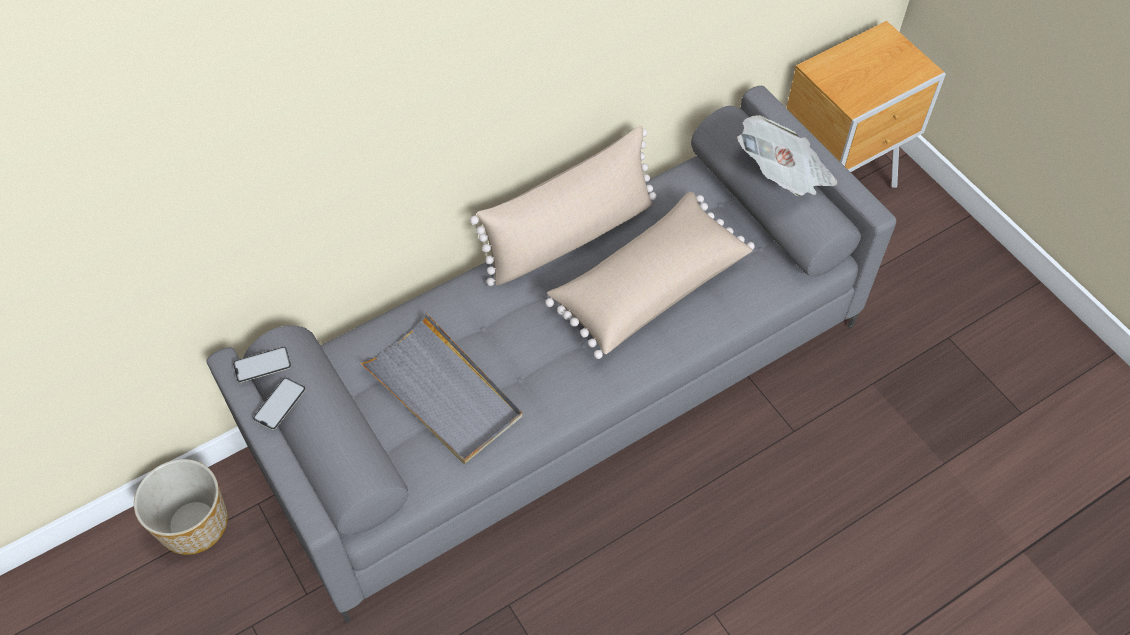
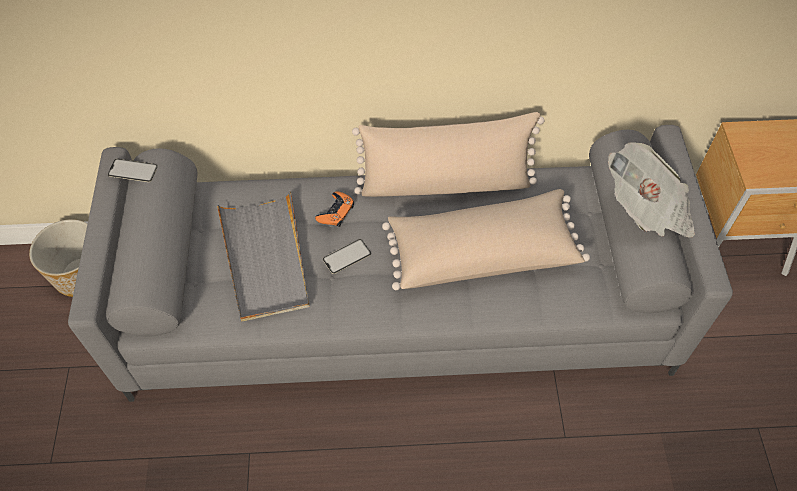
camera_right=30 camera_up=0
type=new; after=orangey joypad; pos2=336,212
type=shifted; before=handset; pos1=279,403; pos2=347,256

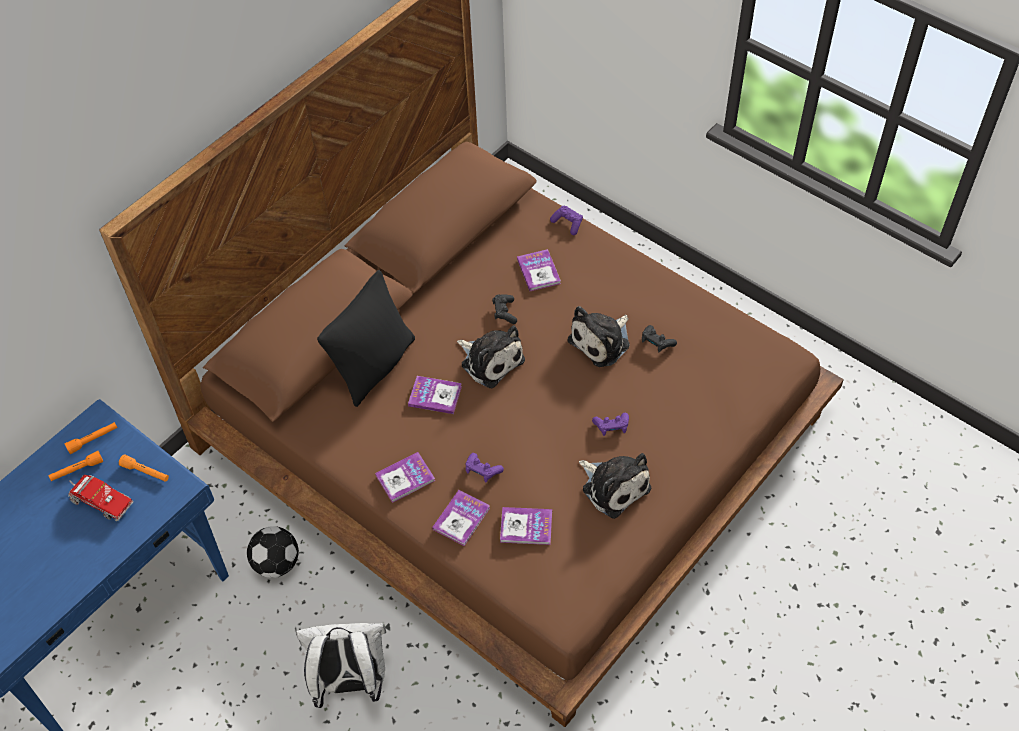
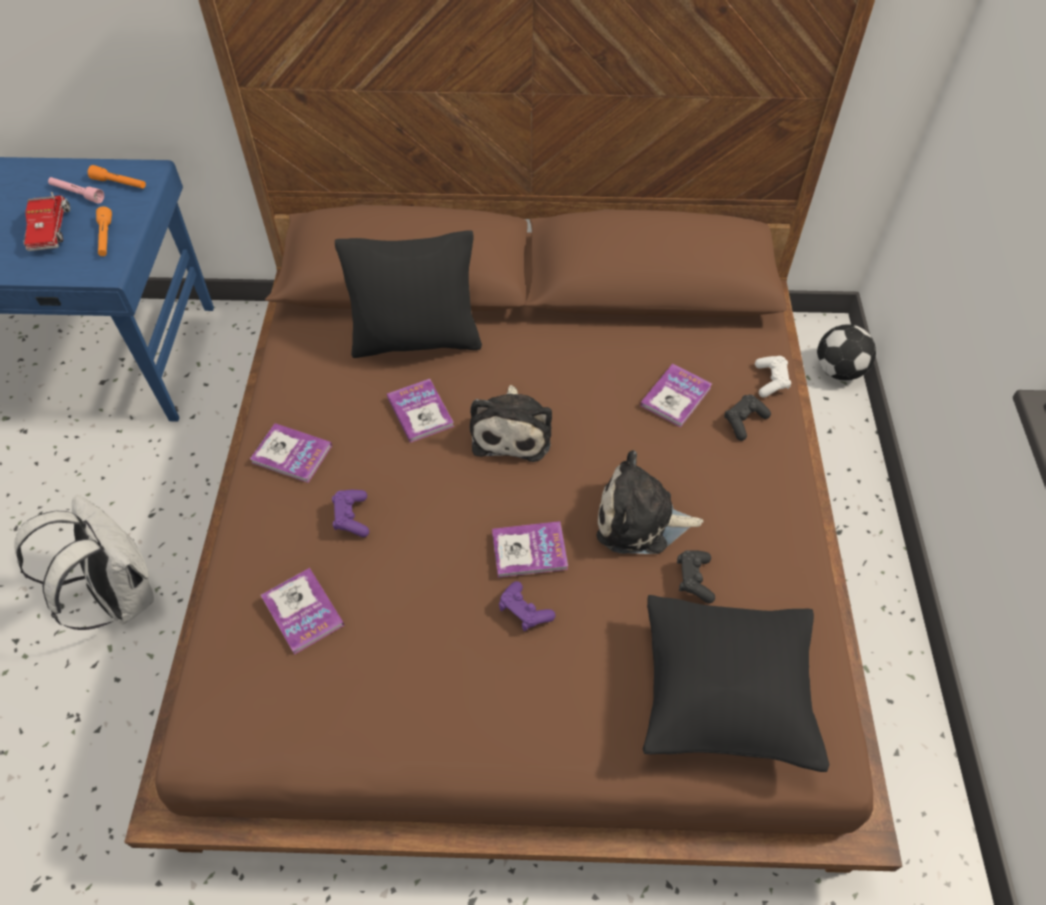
camera_right=50 camera_up=0
type=gone; before=cuddly toy; pos1=614,486
type=new; after=black-coloured pillow; pos2=723,696
type=shifted; before=ball for football; pos1=277,563; pos2=839,370
type=shifted; before=book; pos1=461,518; pos2=529,550
type=shifted; before=black-coloured joypad; pos1=504,312; pos2=744,421
type=repainted; before=orangey flashlight; after=pinkish flashlight; pos1=77,470; pos2=77,194
type=repainted; before=purplish joypad; after=whitish joypad; pos1=568,223; pos2=771,381

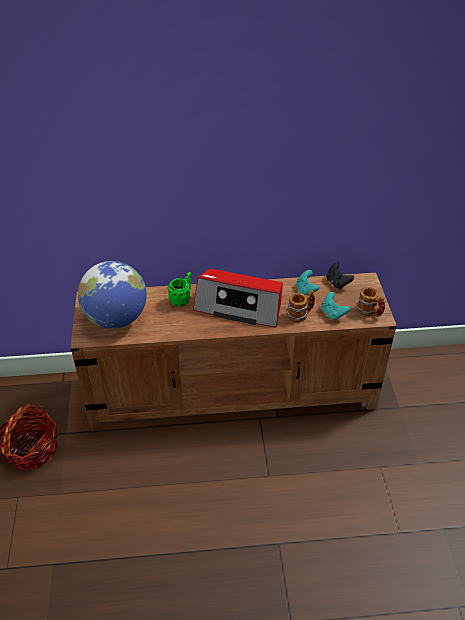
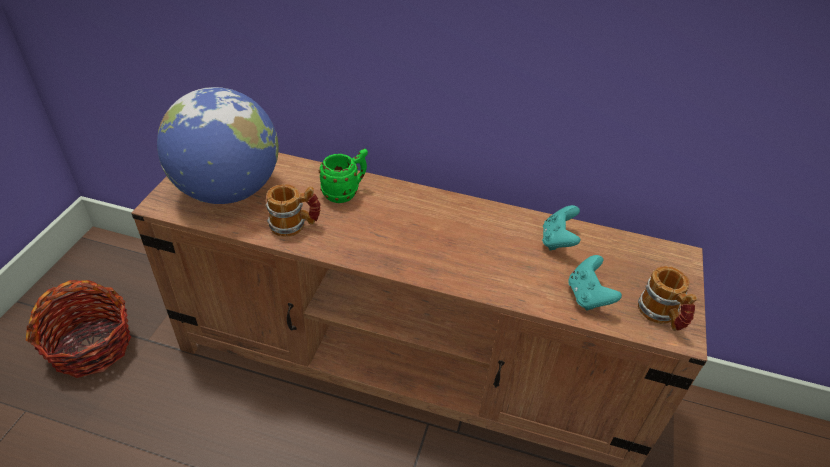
camera_right=20 camera_up=0
type=gone; before=radio receiver; pos1=239,306
type=gone; before=black-coloured joypad; pos1=337,283
type=shifted; before=mug; pos1=300,314; pos2=295,225

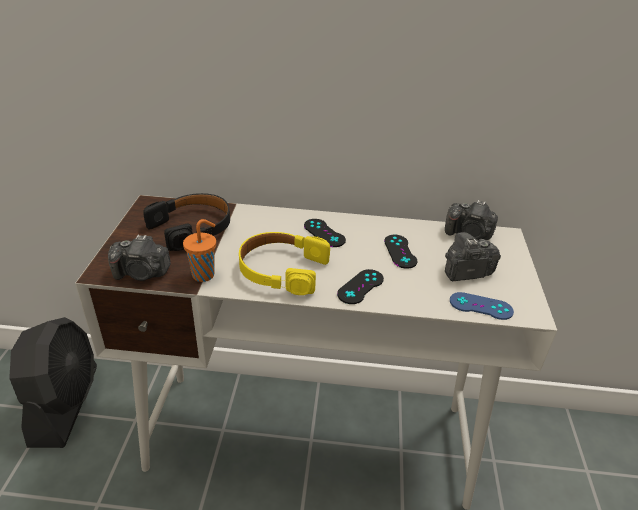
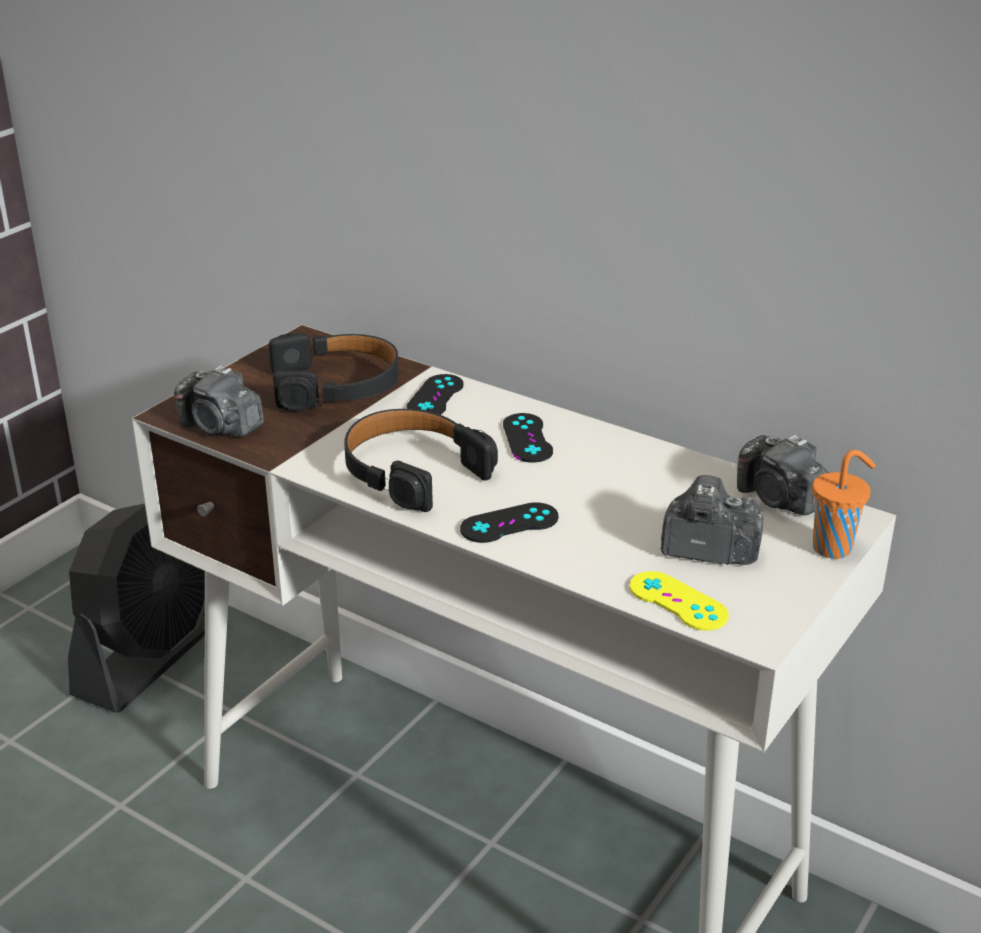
camera_right=30 camera_up=-5
type=shifted; before=orangey cup; pos1=204,274; pos2=834,548
type=shifted; before=black-coloured joypad; pos1=400,251; pos2=435,396
type=repainted; before=yellowish headphones; after=black-coloured headphones; pos1=281,270; pos2=413,471
type=repainted; before=bluish joypad; after=yellowish joypad; pos1=481,306; pos2=678,601

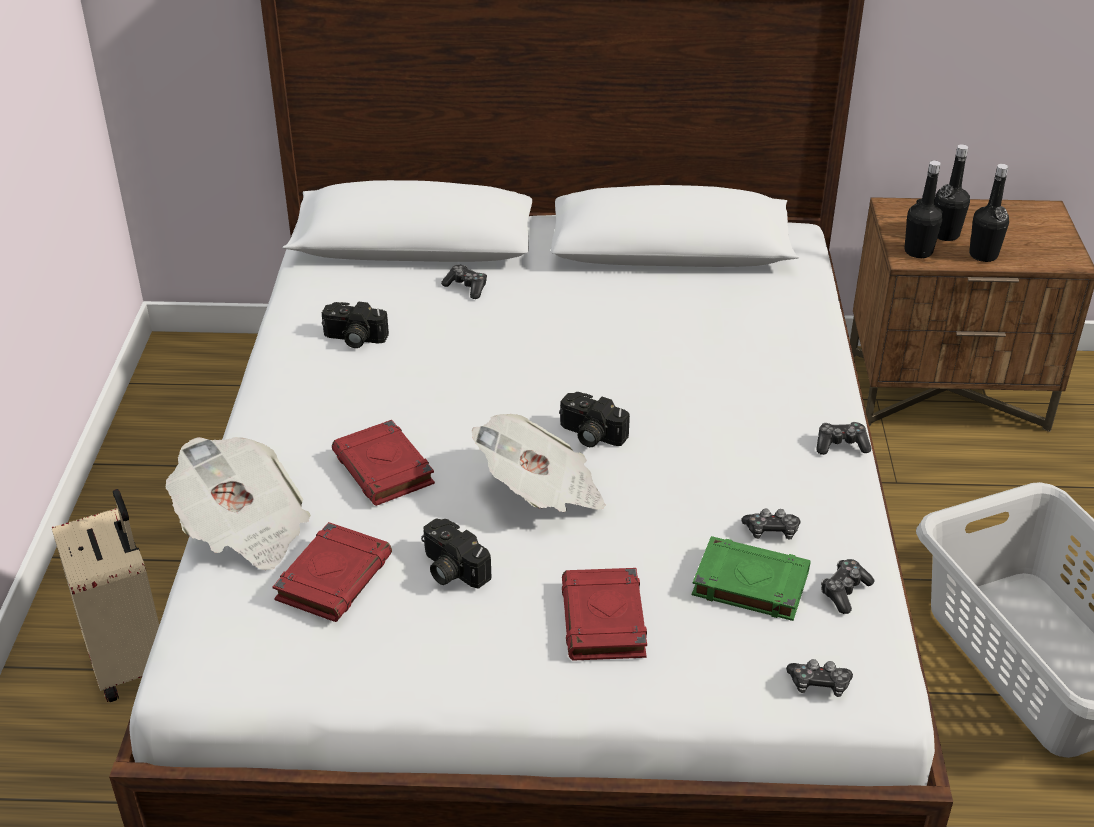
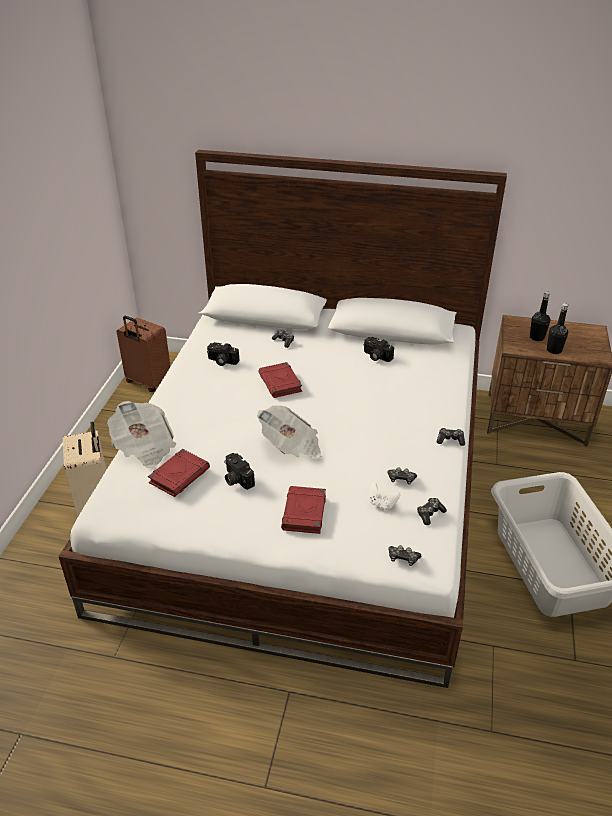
camera_right=10 camera_up=0
type=gone; before=black-coloured beverage bottle; pos1=918,251
type=new; after=brownish travel case; pos2=147,382
type=shifted; before=reddish book; pos1=384,469; pos2=280,383
type=shifted; before=still camera; pos1=590,435; pos2=376,356
type=swapped; before=green book; after=whitish joypad; pos1=749,584; pos2=382,504

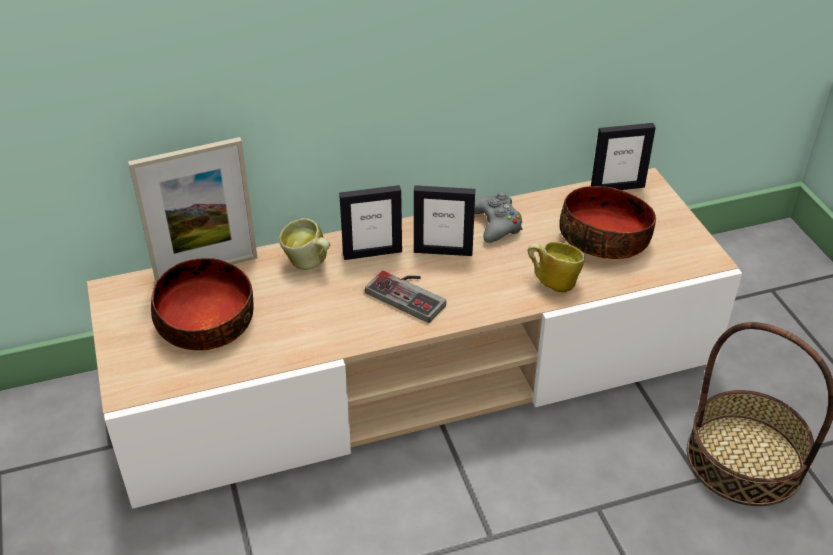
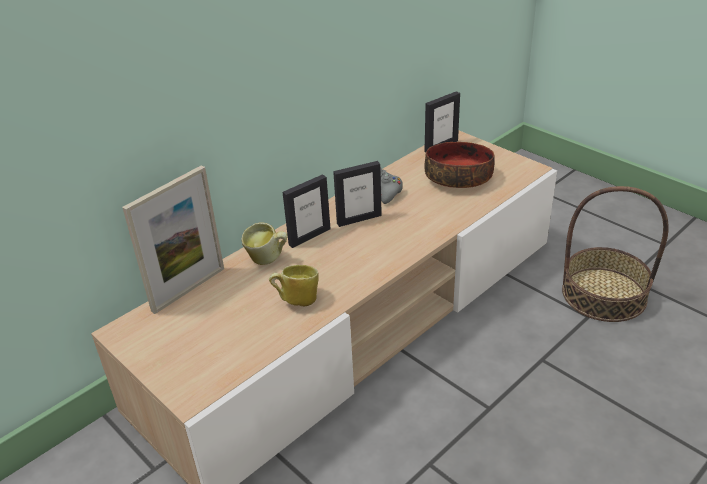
camera_right=-25 camera_up=-5
type=gone; before=bowl; pos1=205,322
type=gone; before=joypad; pos1=410,293
type=shifted; before=mug; pos1=552,282; pos2=296,300

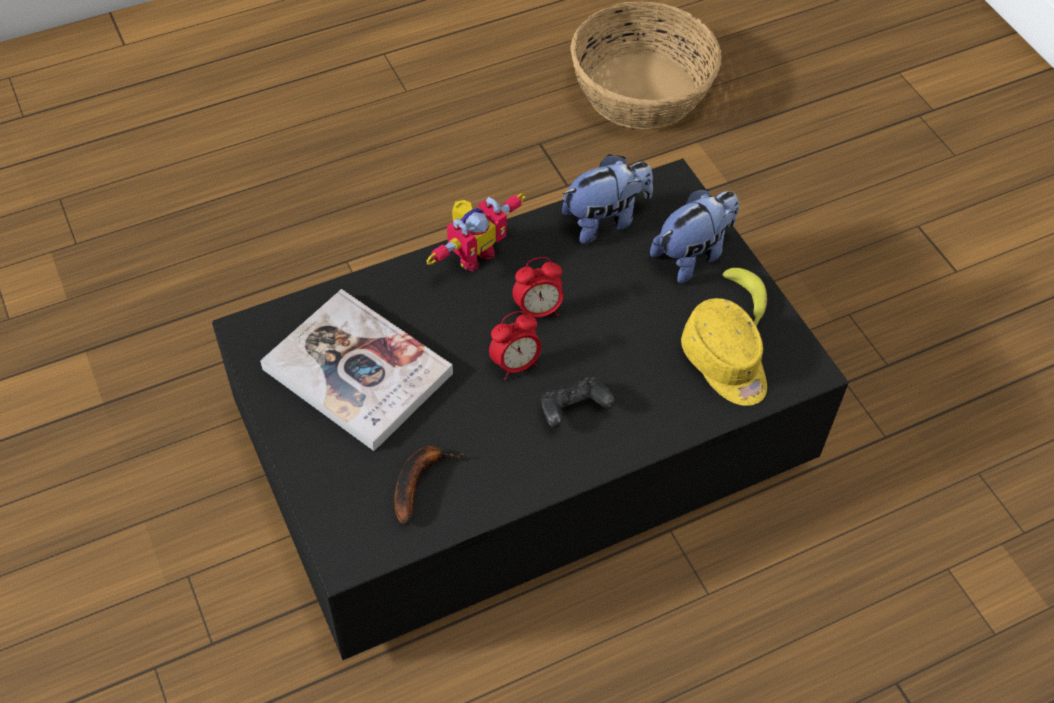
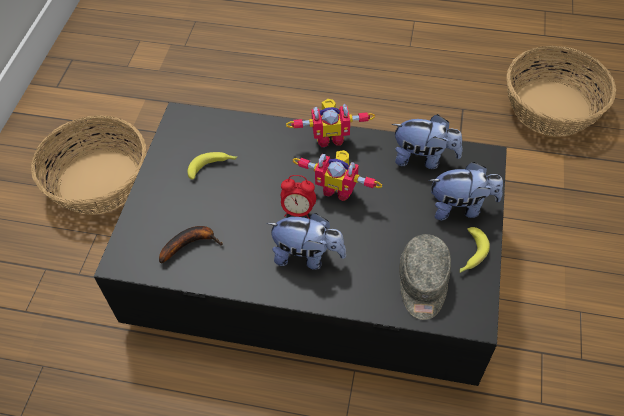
camera_right=40 camera_up=0
type=new; after=storage basket; pos2=100,181
type=swapped; before=book; after=banana; pos1=357,371; pos2=213,167
type=swapped; before=alarm clock; after=robot figure; pos1=538,310; pos2=338,188
type=swapped; before=black-coloured joypad; after=cuddly toy; pos1=573,410; pos2=307,256
type=repainted; before=yellowish cap; after=grey cap; pos1=725,364; pos2=423,284

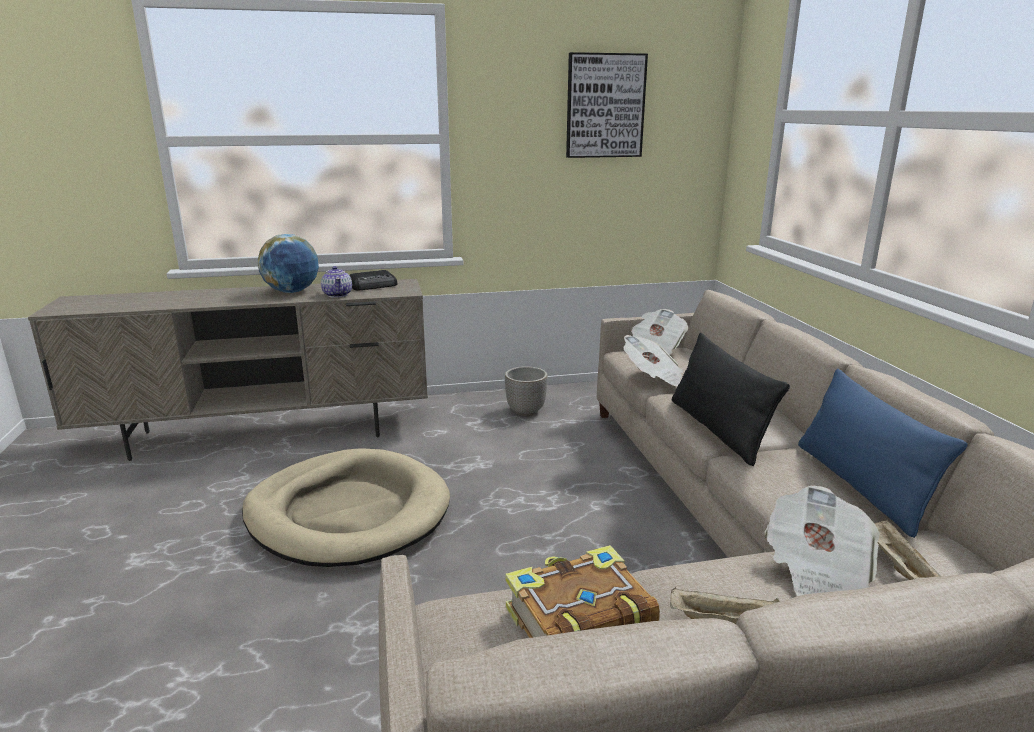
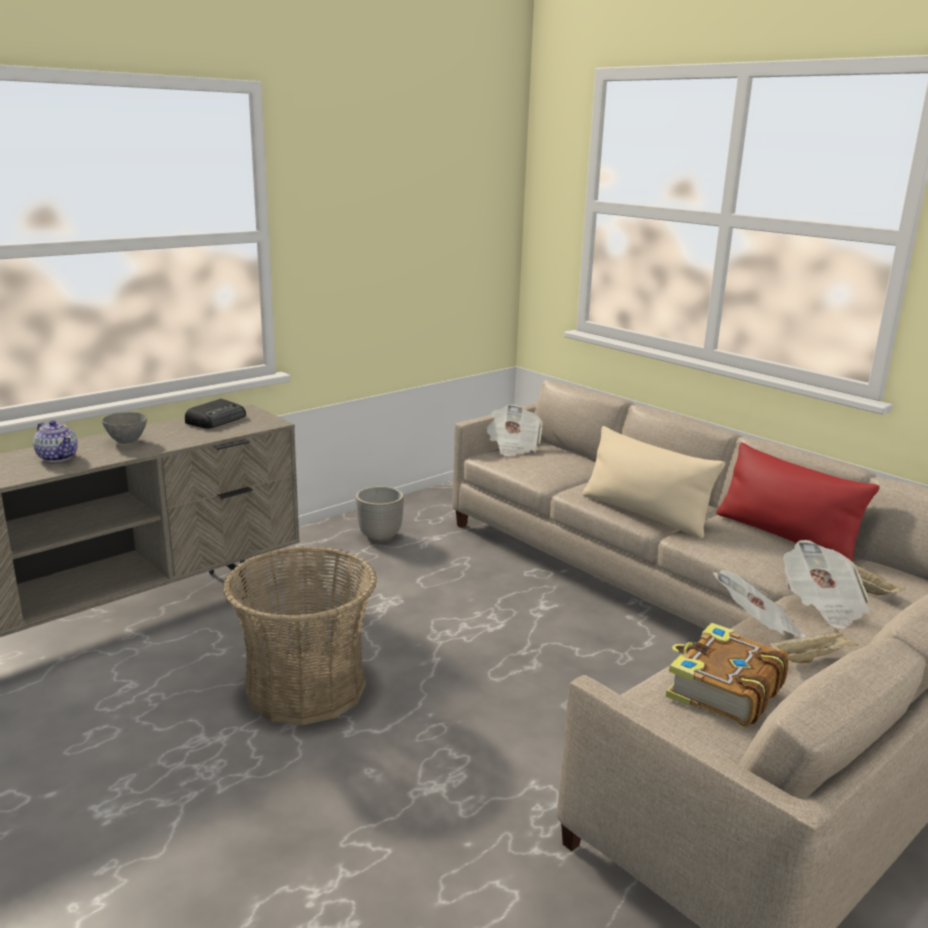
camera_right=-30 camera_up=0
type=gone; before=wall art; pos1=605,106
type=shifted; before=pot for tea; pos1=338,294; pos2=58,457
type=shifted; before=printed paper; pos1=653,377; pos2=756,626
type=swapped; before=beige-coloured dog bed; after=storage basket; pos1=348,513; pos2=305,687
type=swapped; before=globe; after=grey bowl; pos1=292,292; pos2=127,441
type=repainted; before=black-coloured pillow; after=beige-coloured pillow; pos1=717,429; pos2=645,514
type=repainted; before=bluish pillow; after=reddish pillow; pos1=860,485; pos2=785,536

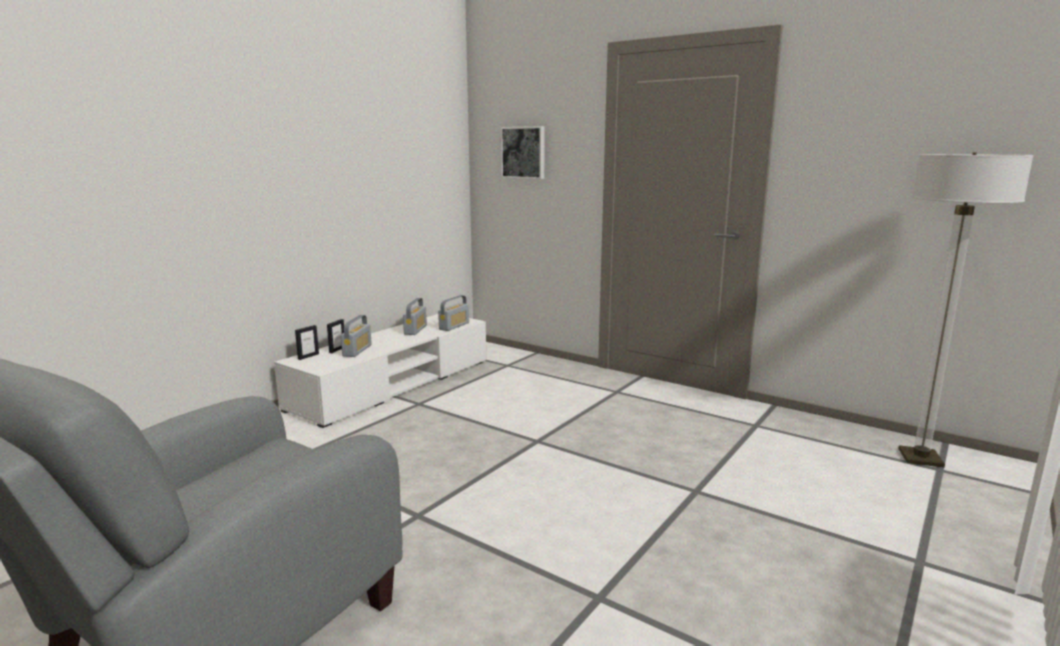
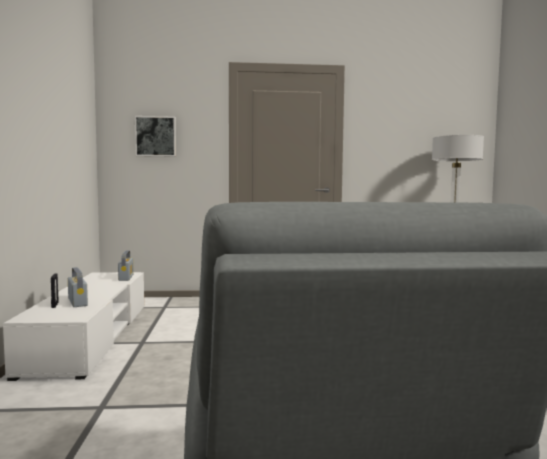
camera_right=-40 camera_up=-10
type=gone; before=standing frame; pos1=308,356
type=gone; before=radio receiver; pos1=415,330

